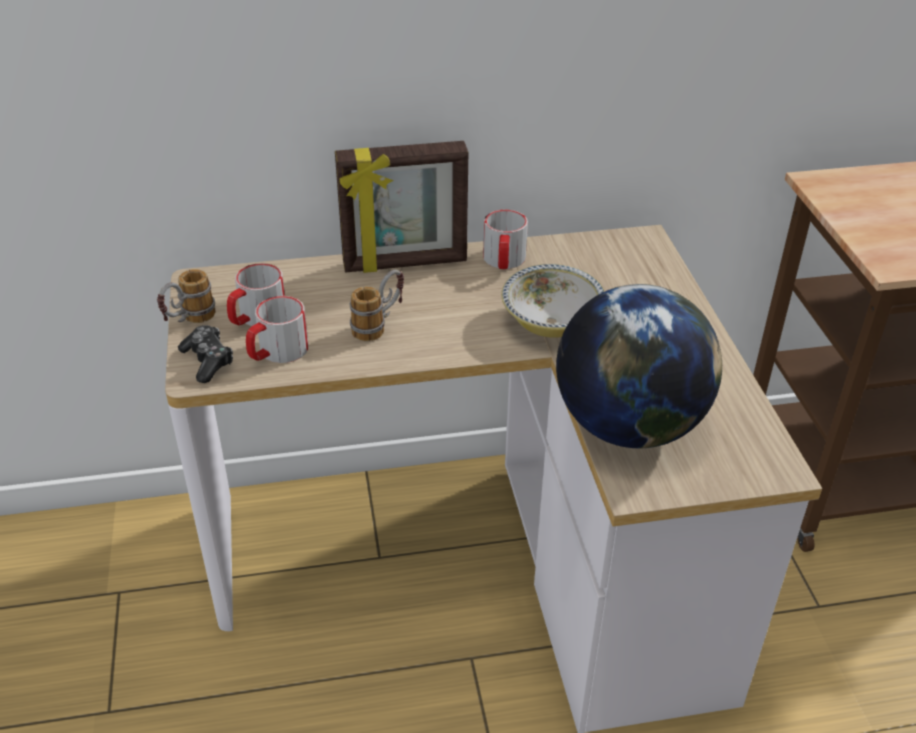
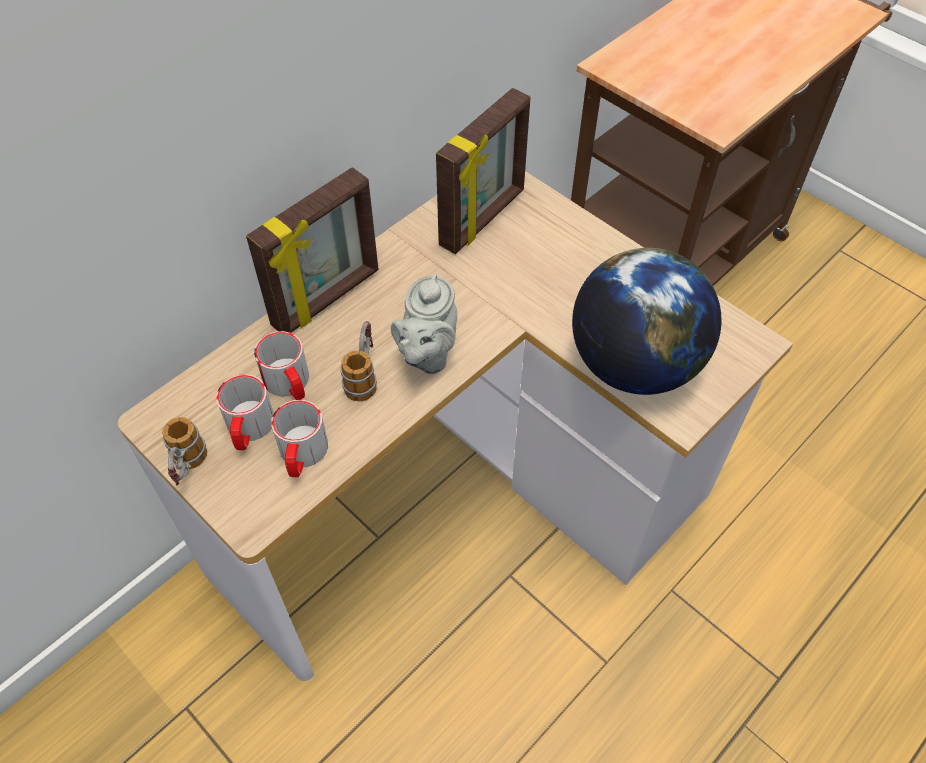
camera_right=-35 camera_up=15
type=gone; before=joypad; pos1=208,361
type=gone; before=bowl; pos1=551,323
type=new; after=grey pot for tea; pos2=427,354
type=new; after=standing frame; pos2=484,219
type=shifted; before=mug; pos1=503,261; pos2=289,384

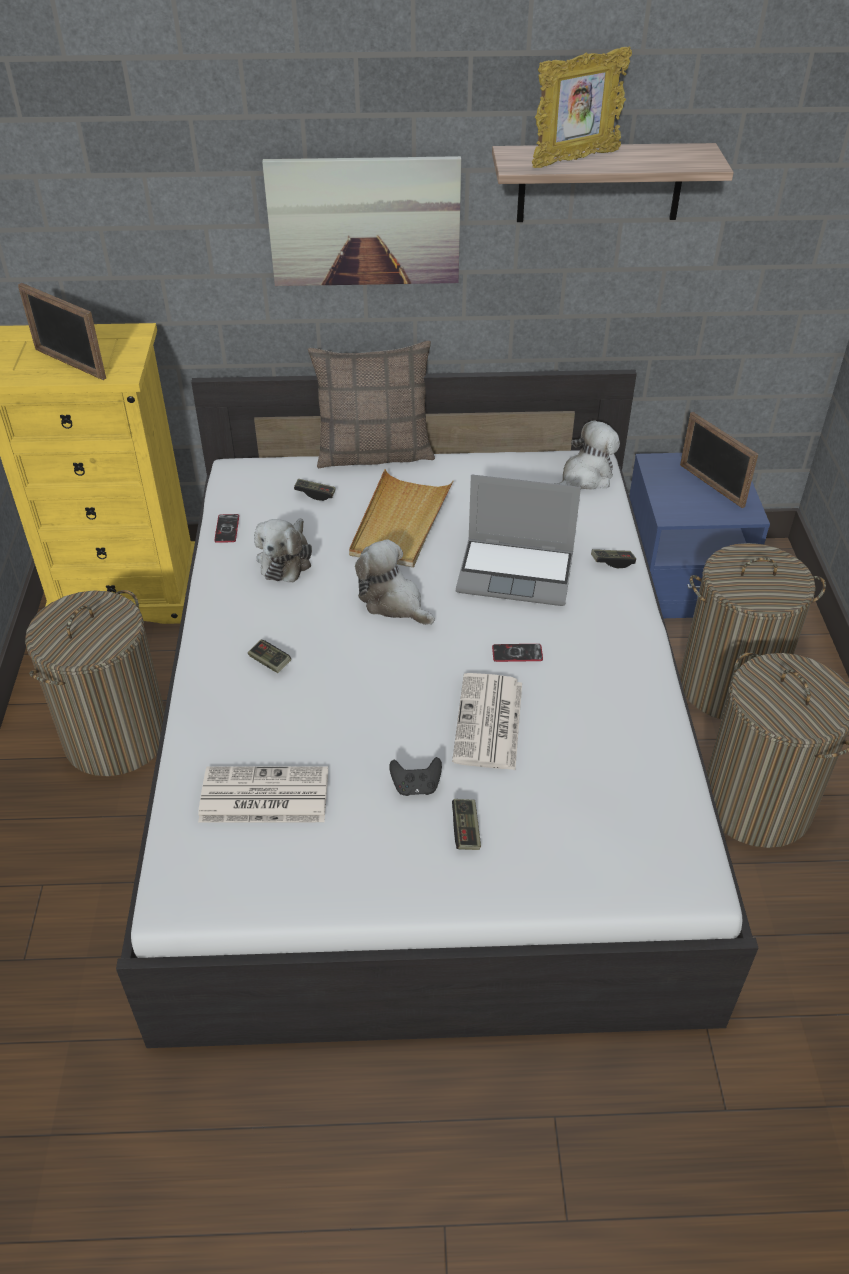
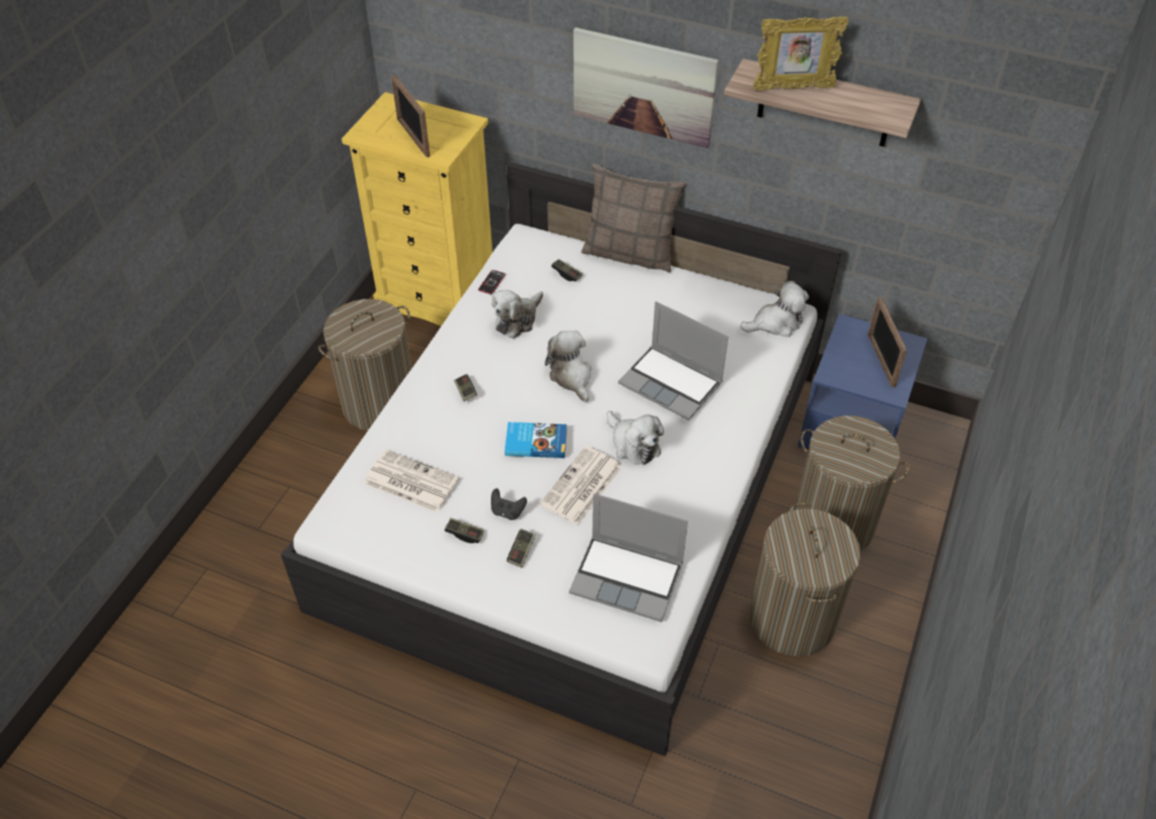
camera_right=25 camera_up=5
type=gone; before=beige-coloured carrying tray; pos1=400,523
type=new; after=book; pos2=535,442
type=new; after=notebook computer; pos2=628,578
type=shifted; before=joypad; pos1=612,562; pos2=464,534
type=swapped; before=handset; after=cuddly toy; pos1=517,653; pos2=633,444

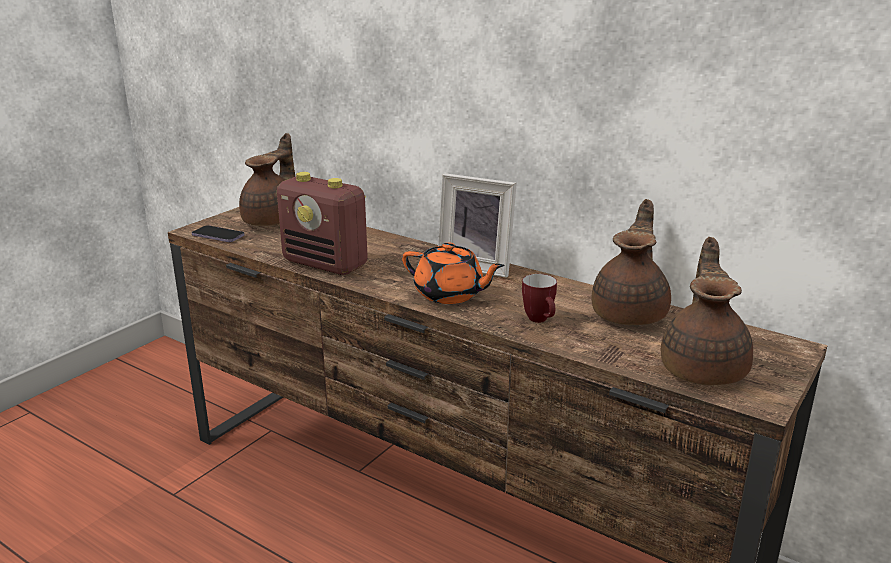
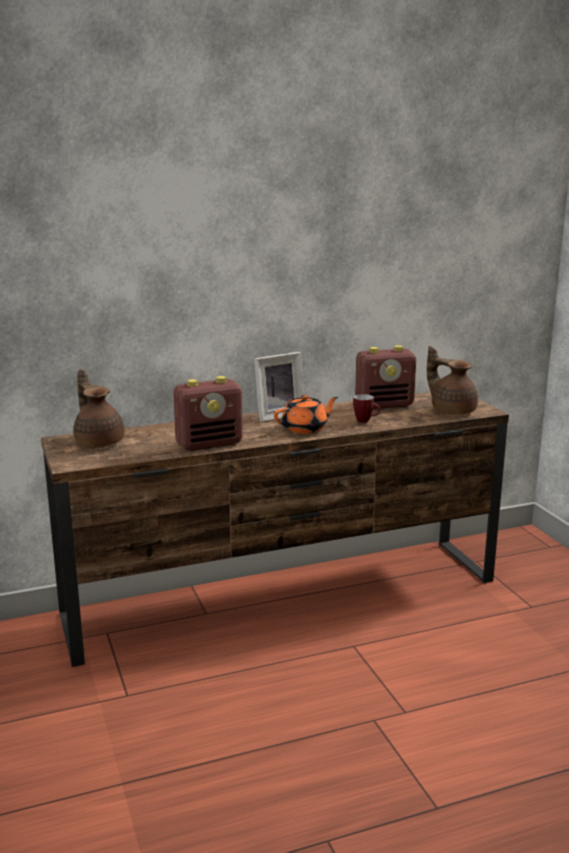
camera_right=-55 camera_up=-5
type=gone; before=handset; pos1=218,236
type=swapped; before=brownish pot for tea; after=radio receiver; pos1=631,313; pos2=384,405

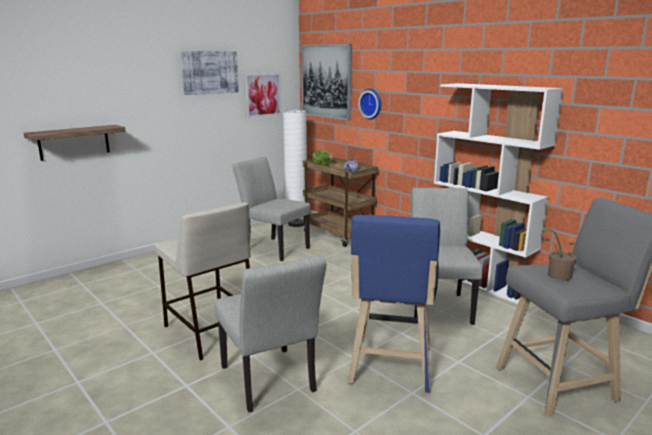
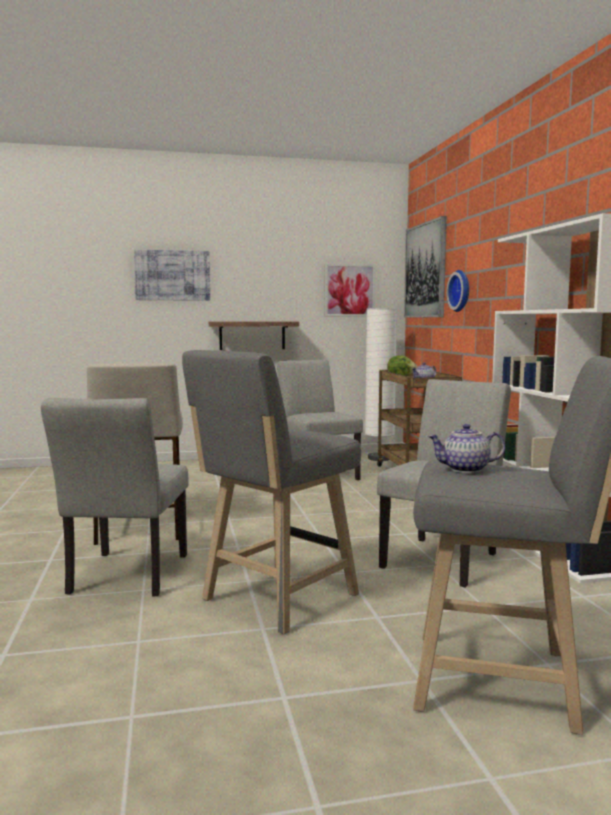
camera_right=30 camera_up=-10
type=shifted; before=shelf; pos1=74,142; pos2=252,335
type=shifted; before=wall art; pos1=210,72; pos2=172,275
type=swapped; before=houseplant; after=pot for tea; pos1=556,276; pos2=465,469
type=repainted; before=bluish stool; after=grey stool; pos1=390,368; pos2=274,600

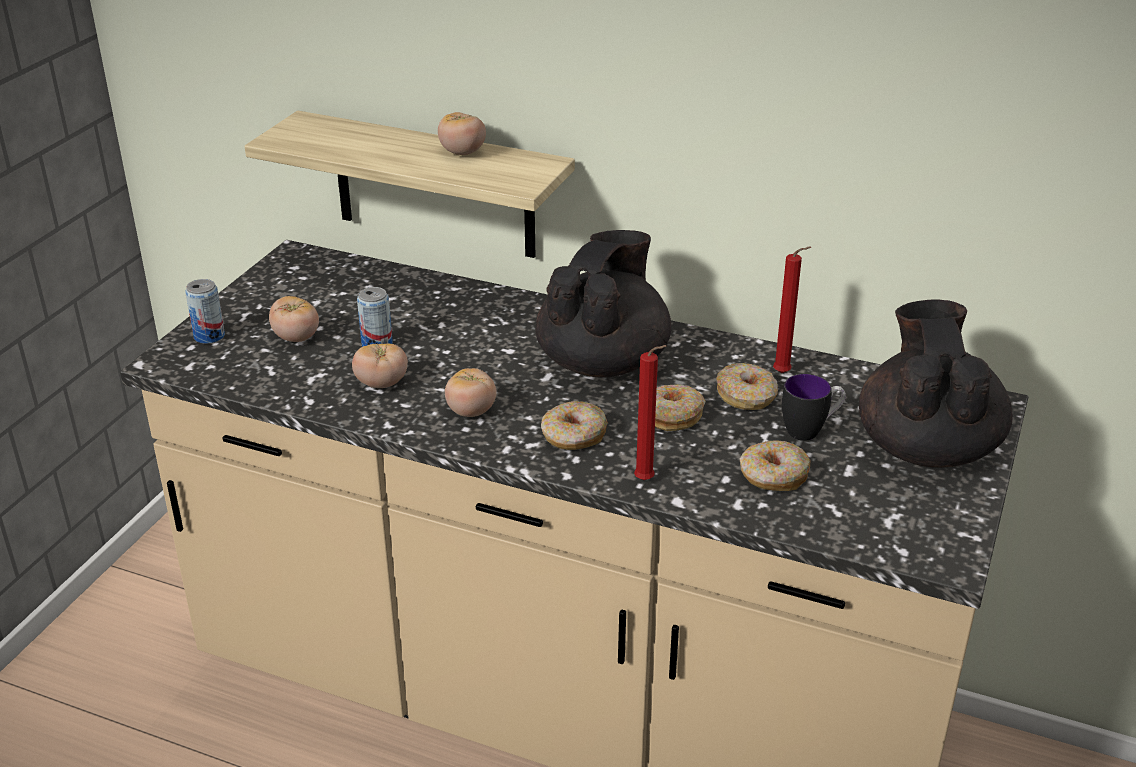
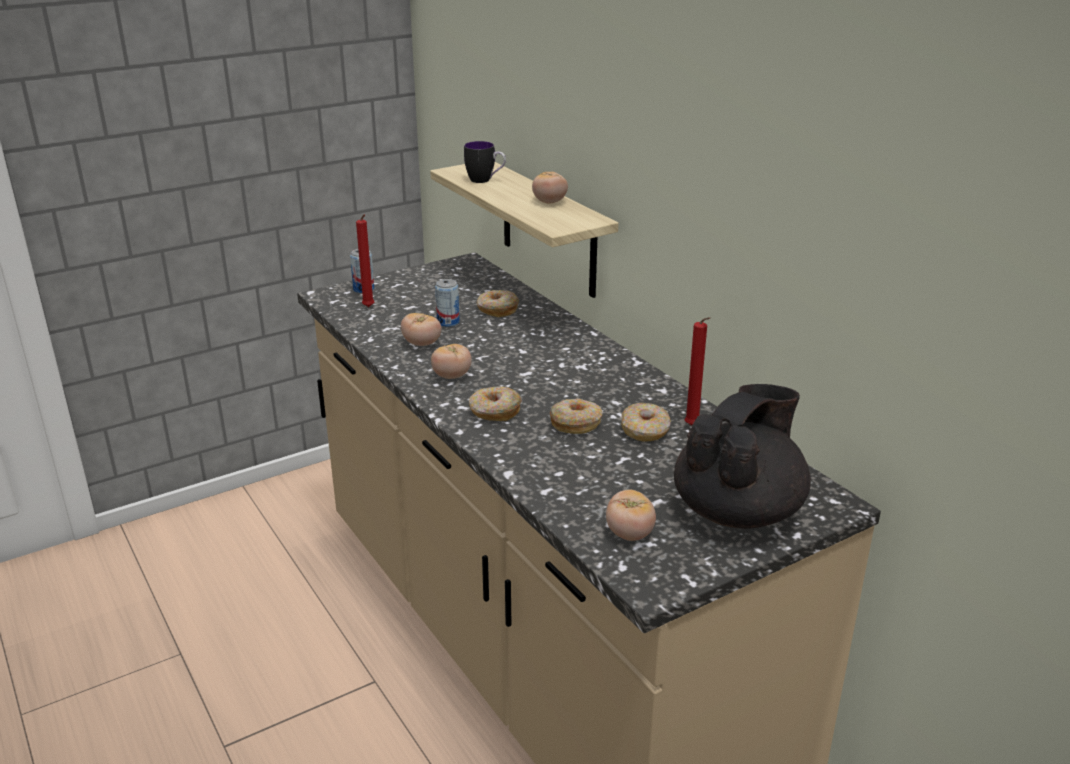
camera_right=35 camera_up=-5
type=gone; before=black-coloured pot for tea; pos1=603,361
type=shifted; before=whole tomato; pos1=296,337; pos2=629,534
type=shifted; before=reddish wax light; pos1=647,481; pos2=369,308
type=shifted; before=ring doughnut; pos1=773,476; pos2=497,310
type=shifted; before=mug; pos1=810,430; pos2=485,180

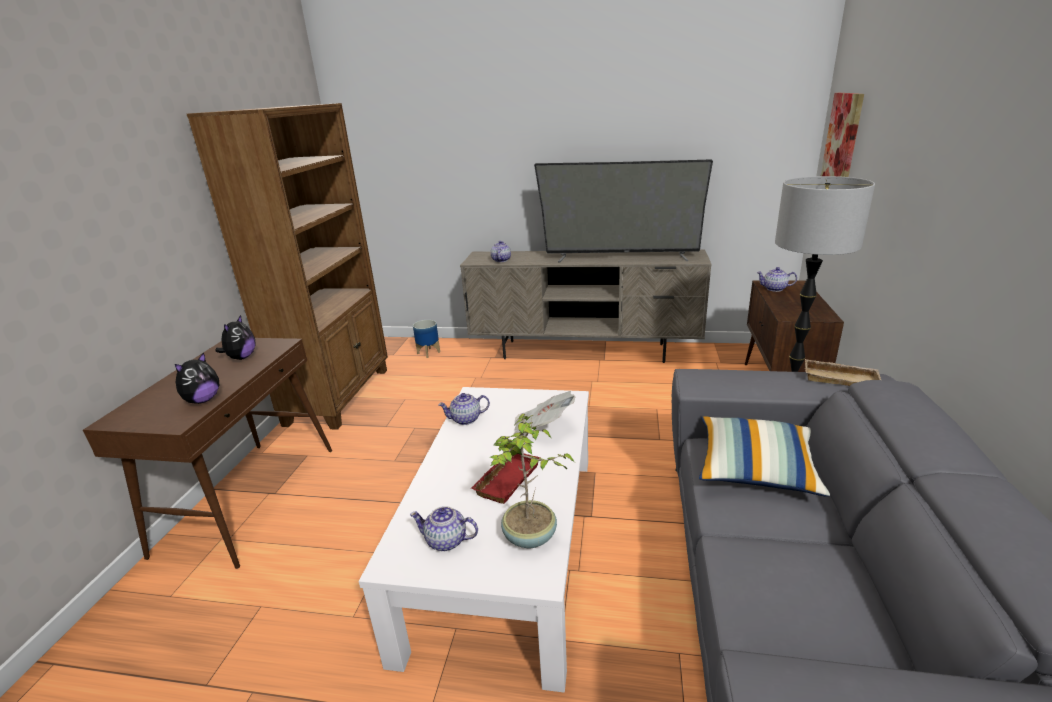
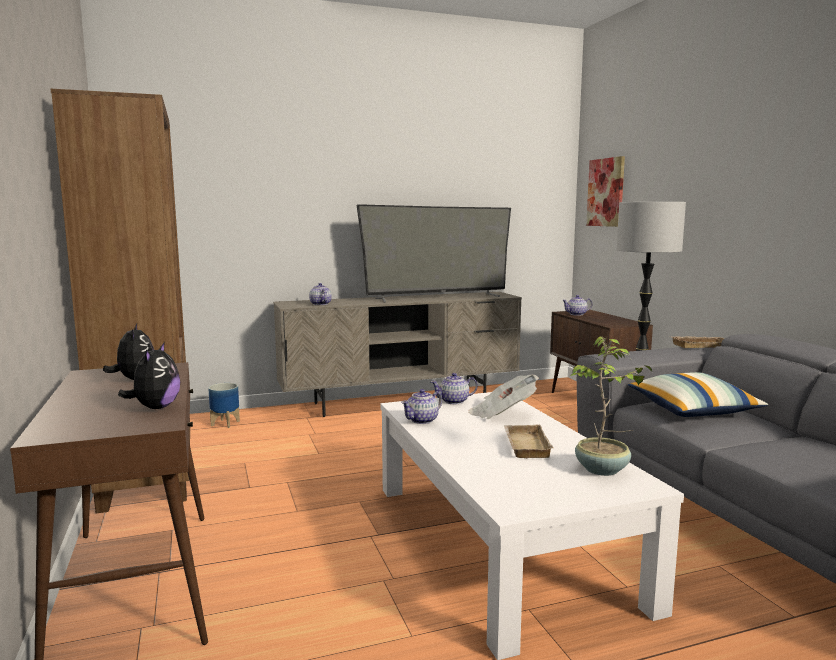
camera_right=-30 camera_up=-15
type=shifted; before=pot for tea; pos1=446,541; pos2=454,401
type=repainted; before=reddish carrying tray; after=beige-coloured carrying tray; pos1=506,479; pos2=524,445

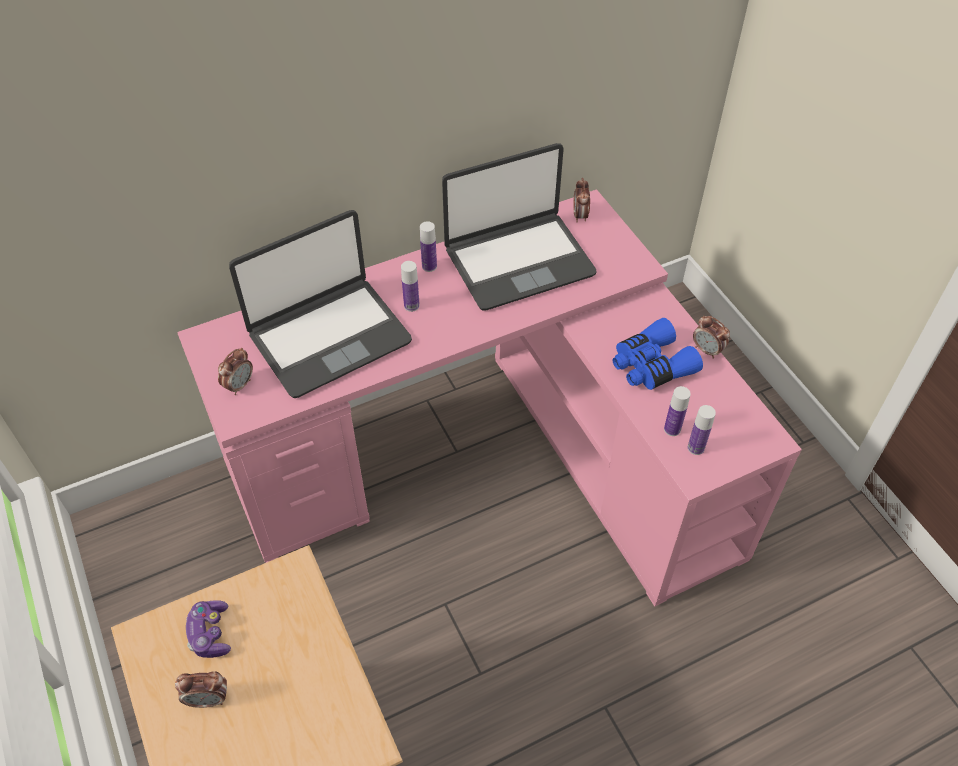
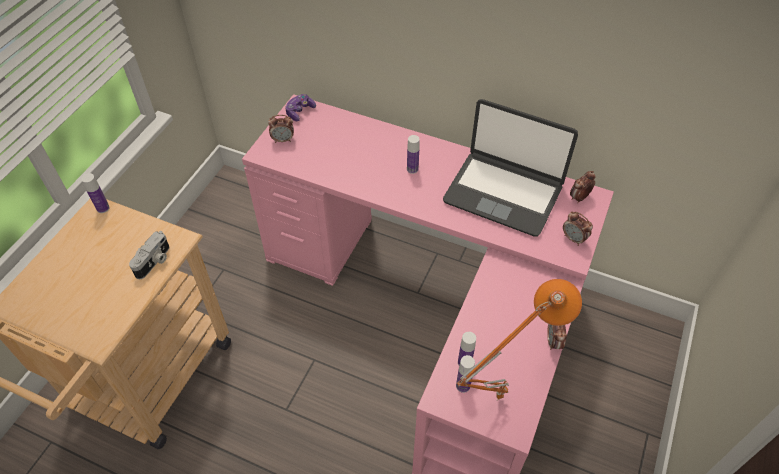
camera_right=50 camera_up=0
type=gone; before=notebook computer; pos1=329,337
type=gone; before=bluish binoculars; pos1=651,365
type=new; after=still camera; pos2=154,262
type=new; after=orangey lamp for a table; pos2=498,396
type=shifted; before=alarm clock; pos1=208,699; pos2=573,239
type=shifted; before=joypad; pos1=210,633; pos2=300,111
type=shifted; before=beverage bottle; pos1=429,266; pos2=103,208

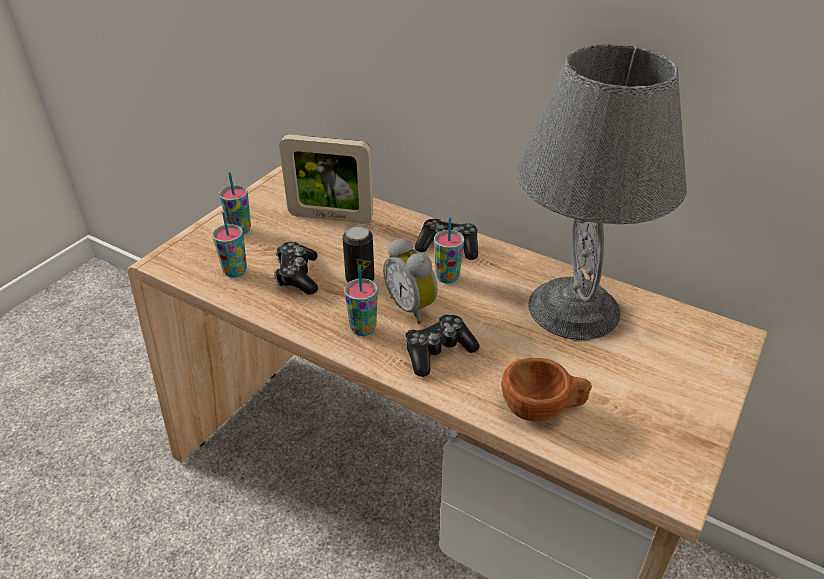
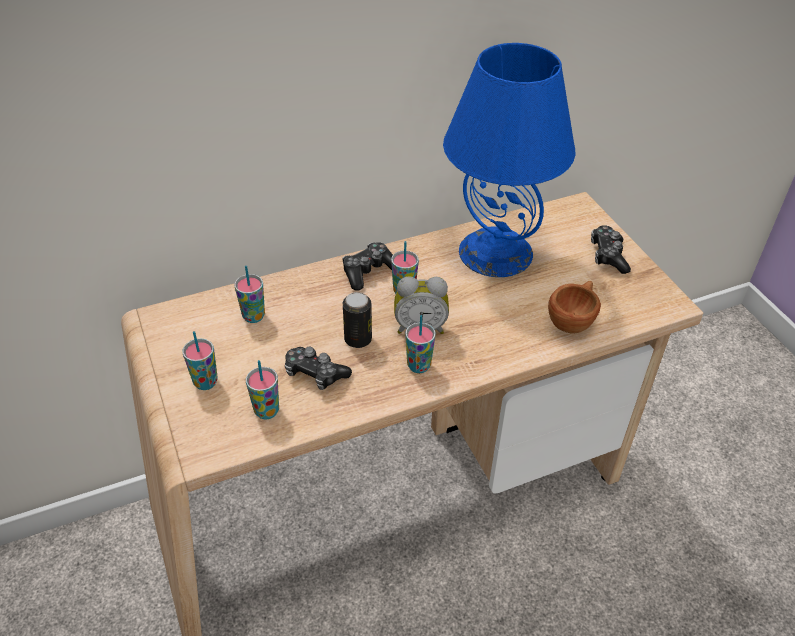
camera_right=-55 camera_up=5
type=shifted; before=joypad; pos1=438,352; pos2=608,256
type=swapped; before=standing frame; after=cup; pos1=330,217; pos2=253,316
type=repainted; before=grey lamp for a table; after=bluish lamp for a table; pos1=572,308; pos2=494,252

